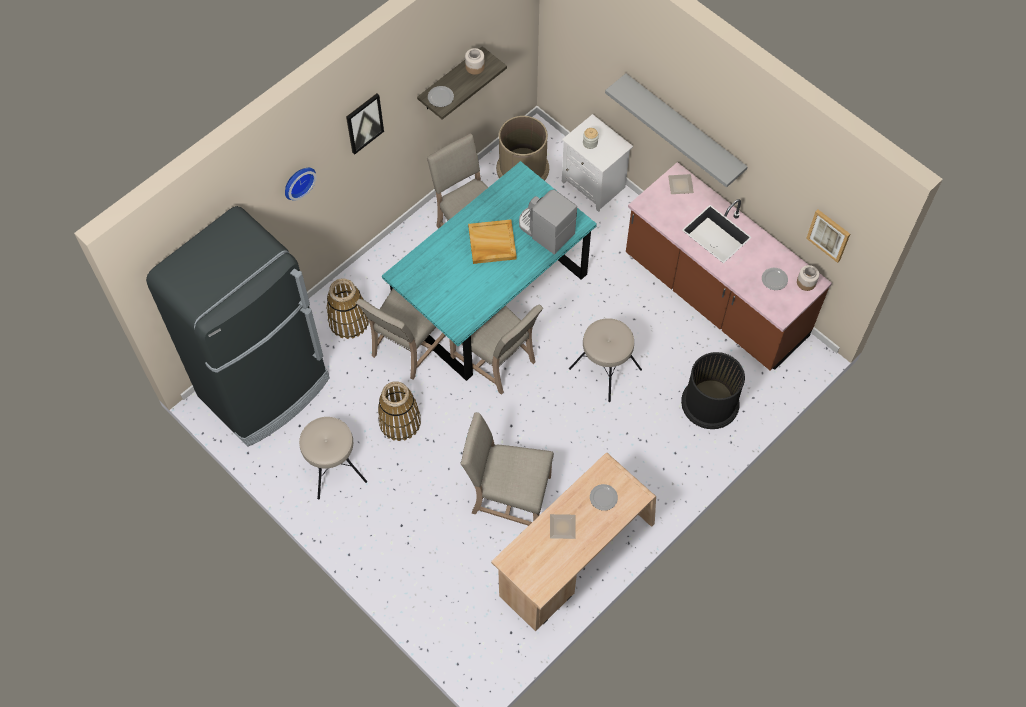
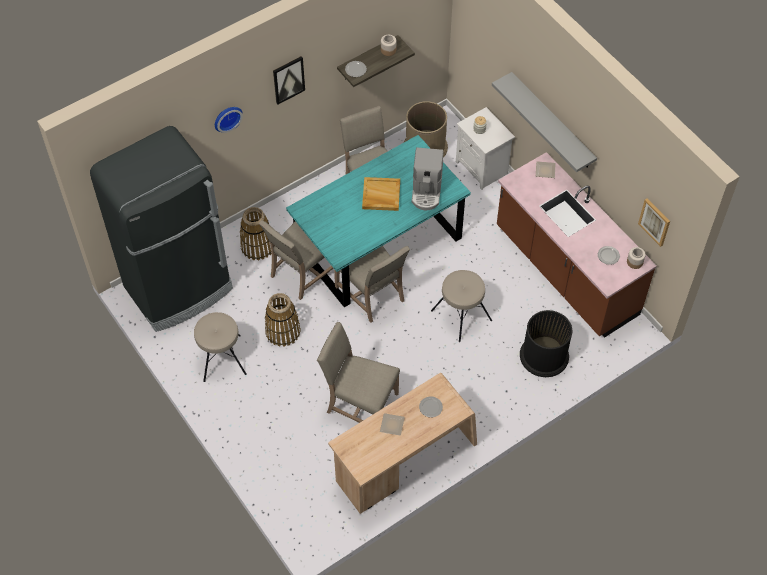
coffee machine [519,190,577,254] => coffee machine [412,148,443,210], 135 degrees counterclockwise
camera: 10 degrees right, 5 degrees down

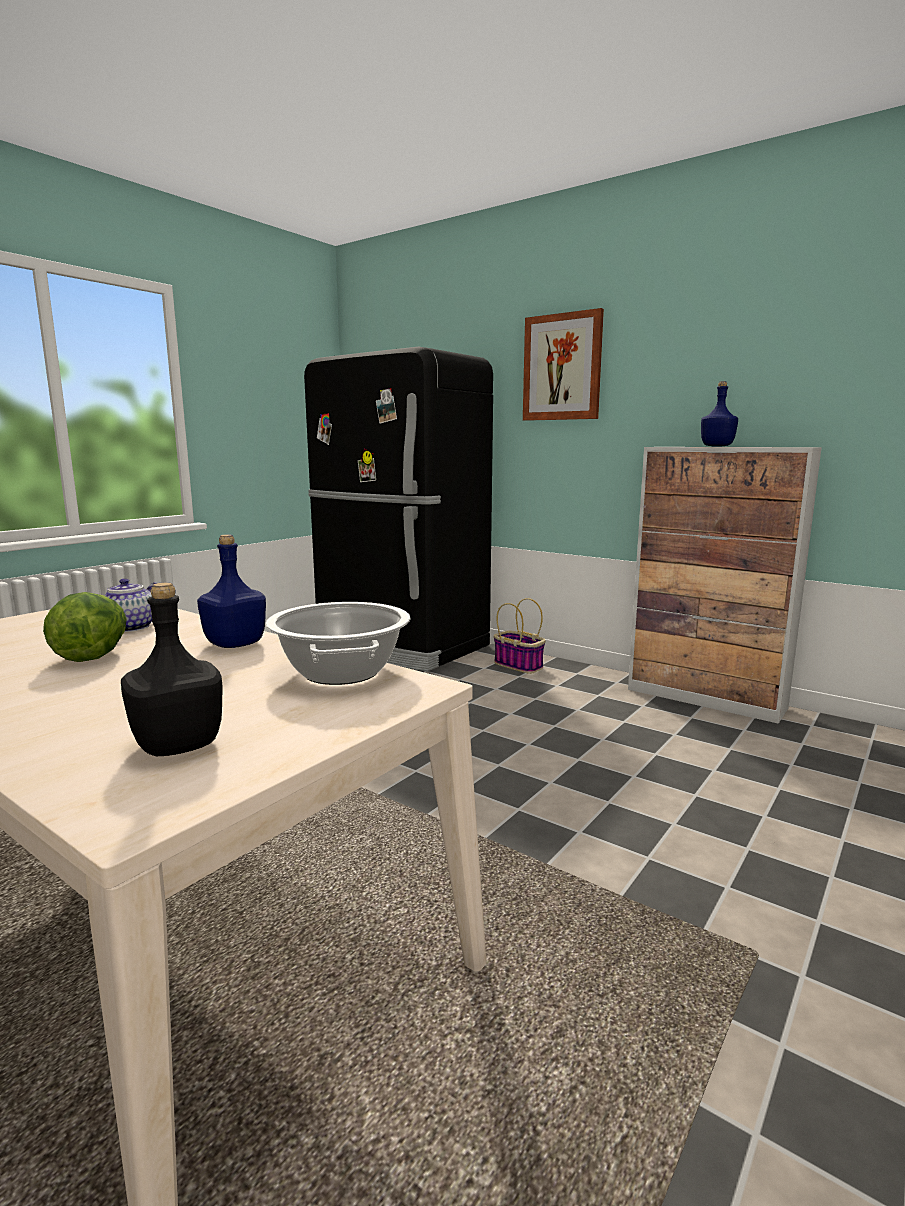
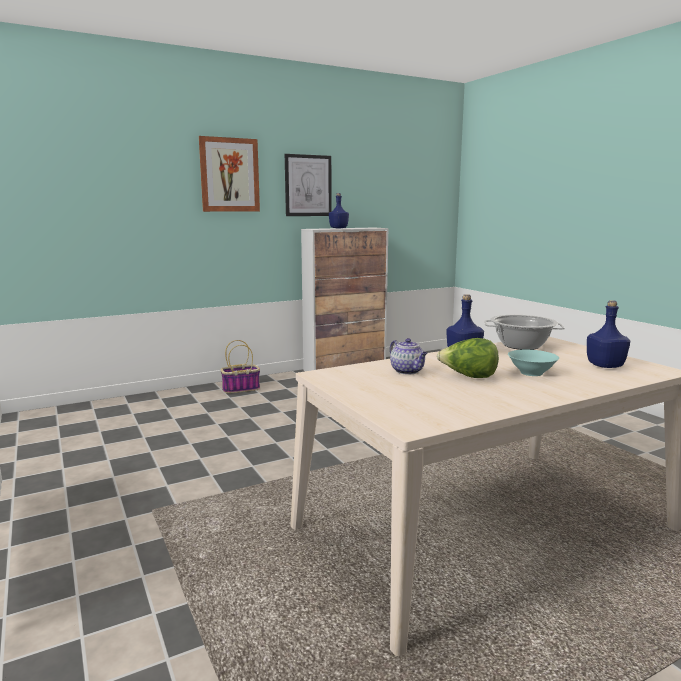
beverage bottle (black) [121,582,223,756] => beverage bottle (blue) [587,300,630,368]
kitchen fridge (black) [304,347,493,671] => nothing
nothing => picture [285,154,332,216]
nothing => deep dish (turquoise-coloured) [508,350,559,376]
camera: 65 degrees left, 0 degrees up

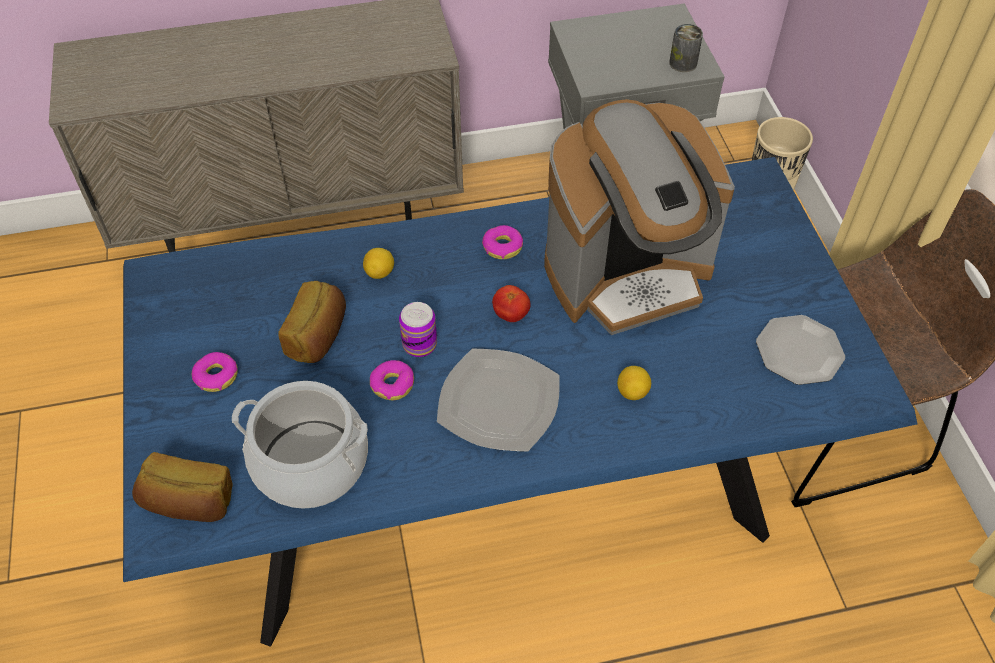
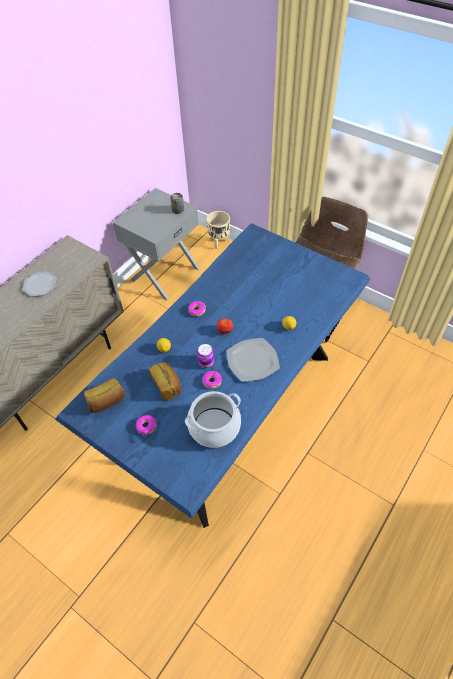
bakery bread [132,452,233,522] => bakery bread [84,378,125,413], shifted
coffee machine [544,99,735,335] => nothing
plate [756,315,845,385] => plate [23,272,57,297], shifted
camera: 40 degrees left, 0 degrees up

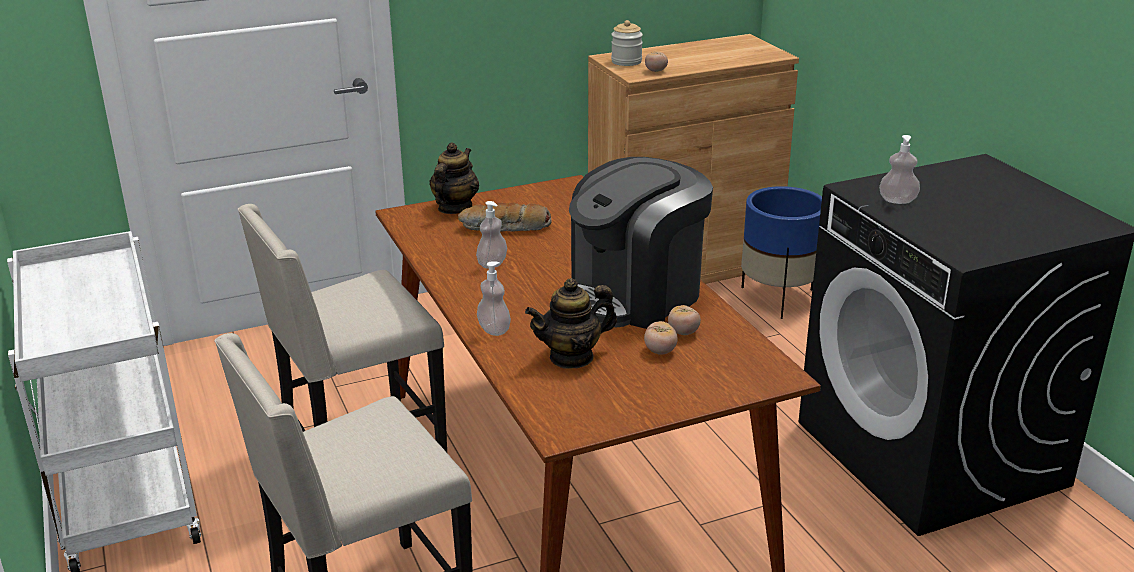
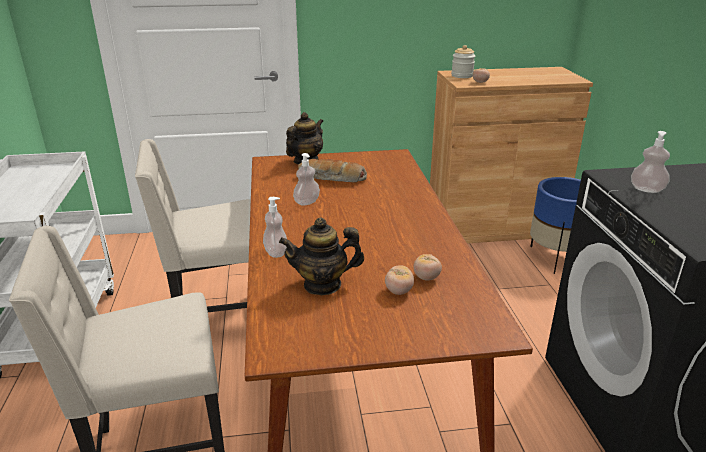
coffee machine [569,157,713,329] => nothing
camera: 15 degrees right, 0 degrees up

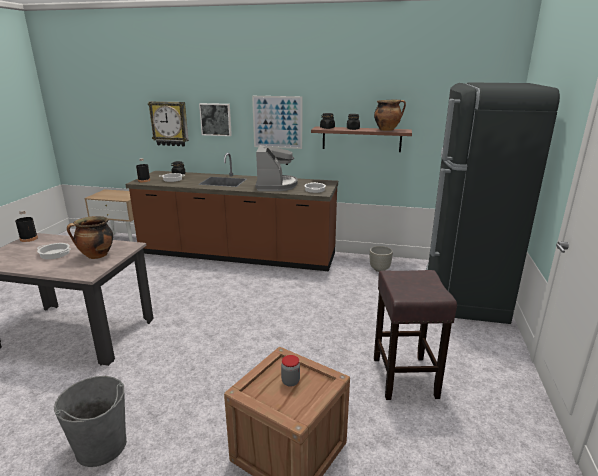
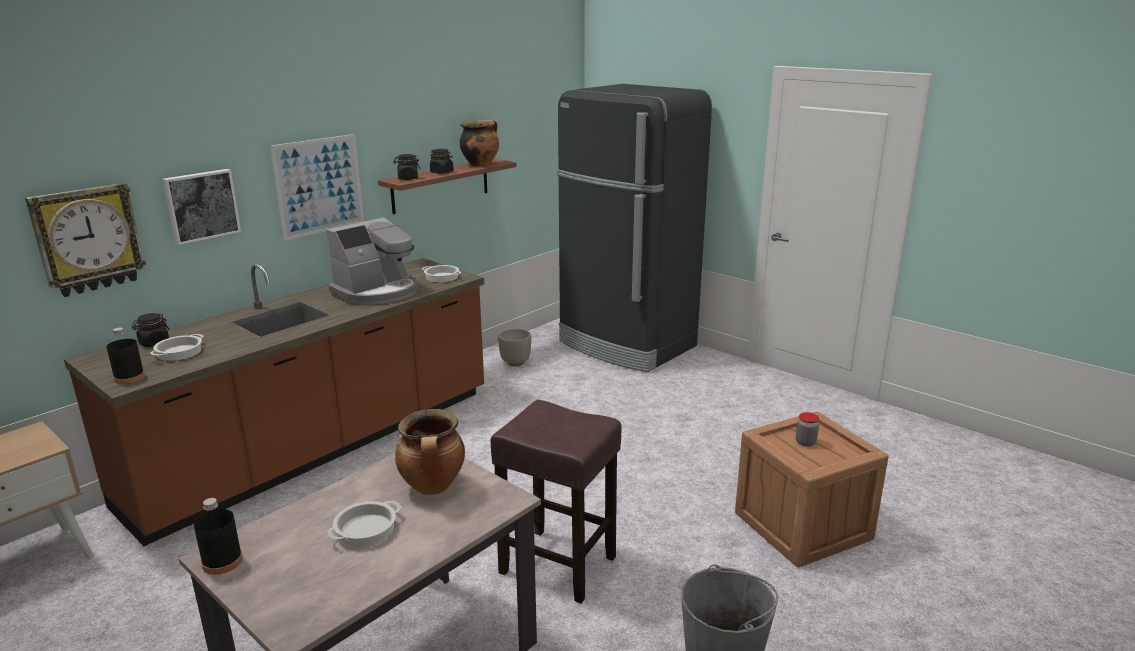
coffee machine [255,145,298,191] => coffee machine [327,217,419,305], 105 degrees clockwise
stool seat (brown) [374,270,457,400] => stool seat (brown) [490,400,622,604], shifted
camera: 60 degrees left, 0 degrees up

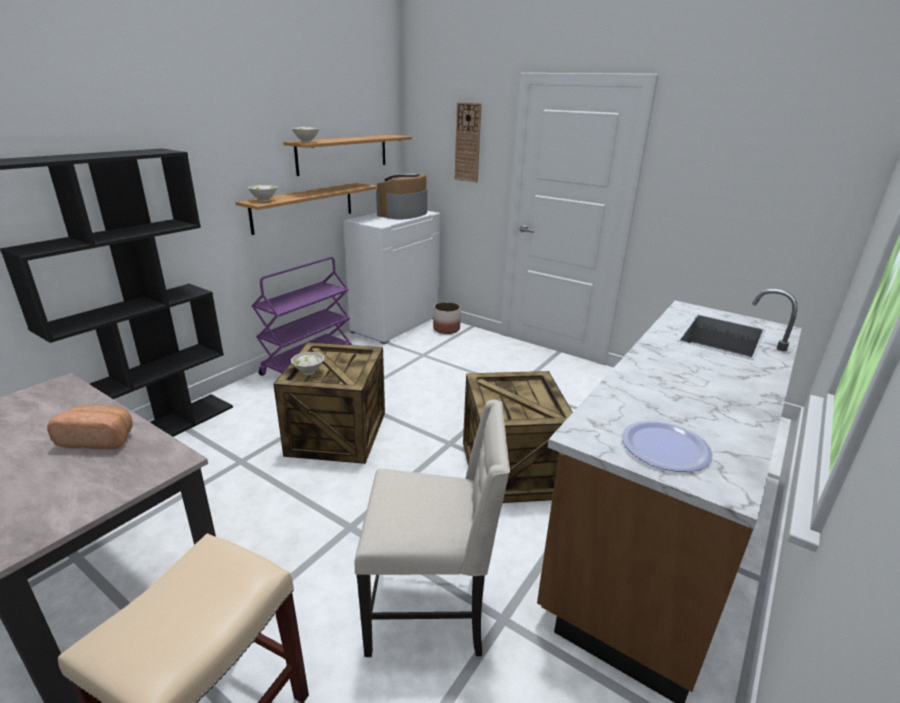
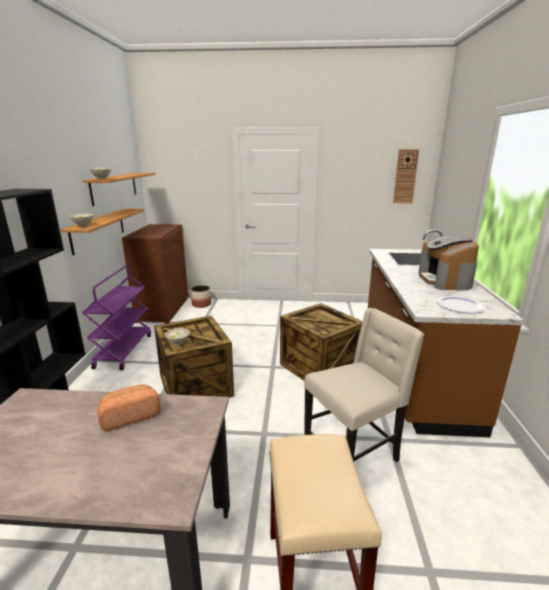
cabinet (whitish) [343,211,440,344] => cabinet (brown) [122,224,188,324]
coffee machine [376,173,427,219] => coffee machine [418,234,479,290], shifted
clock on the wall [455,102,482,182] => clock on the wall [393,149,419,203], shifted
camera: 30 degrees left, 5 degrees down

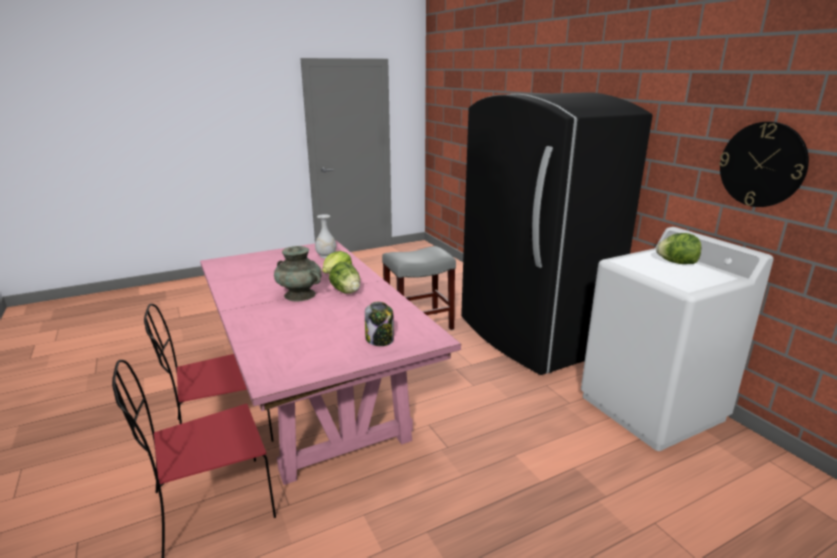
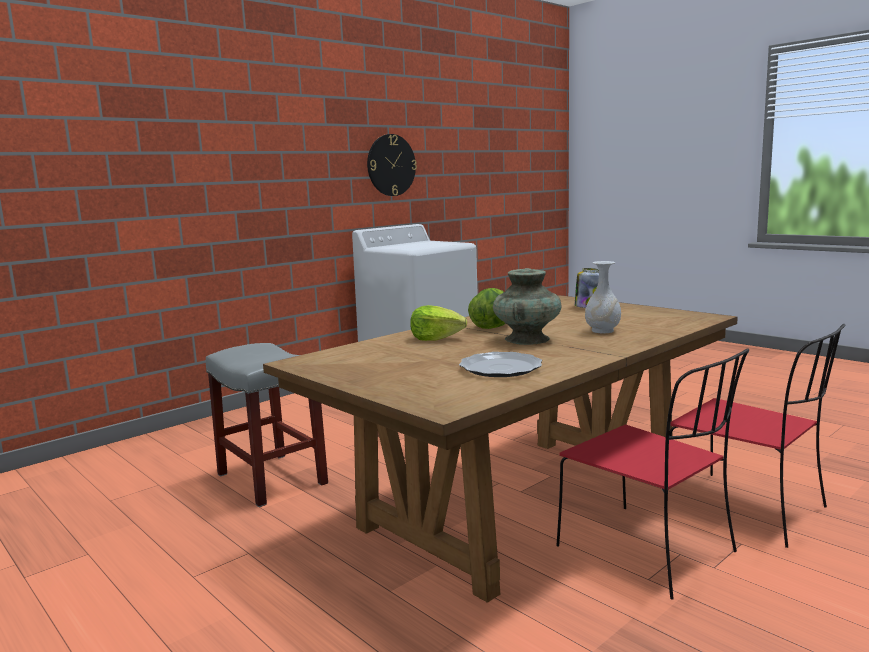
dinner table (pink) [200,240,461,485] => dinner table (brown) [263,295,738,603]
decorative vase (whitish) [315,214,336,258] => decorative vase (whitish) [585,261,621,334], shifted
kitchen fridge (black) [461,92,653,375] => nothing
lettuce head [656,233,701,264] => nothing
nothing => plate [459,352,542,377]
camera: 105 degrees left, 10 degrees down

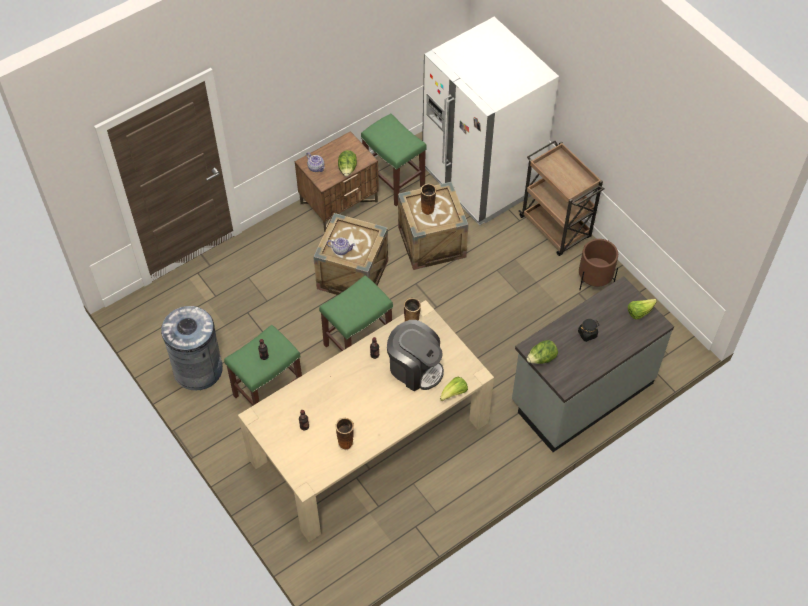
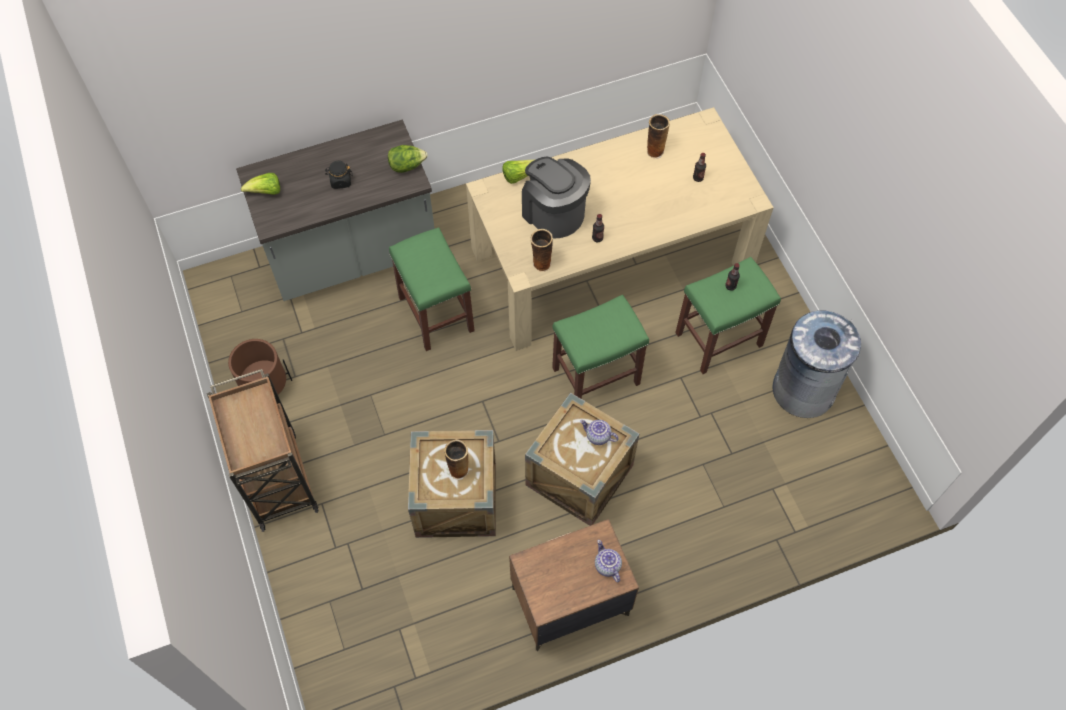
lettuce head [338,150,357,177] => nothing
stool seat (green) [361,113,427,206] => stool seat (green) [389,227,475,351], shifted
kitchen fridge (whitish) [422,17,559,226] => nothing
camera: 165 degrees left, 5 degrees up

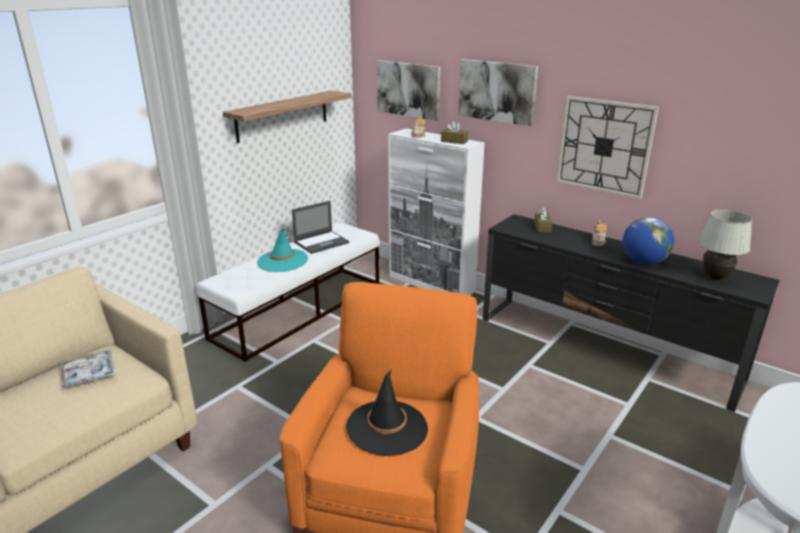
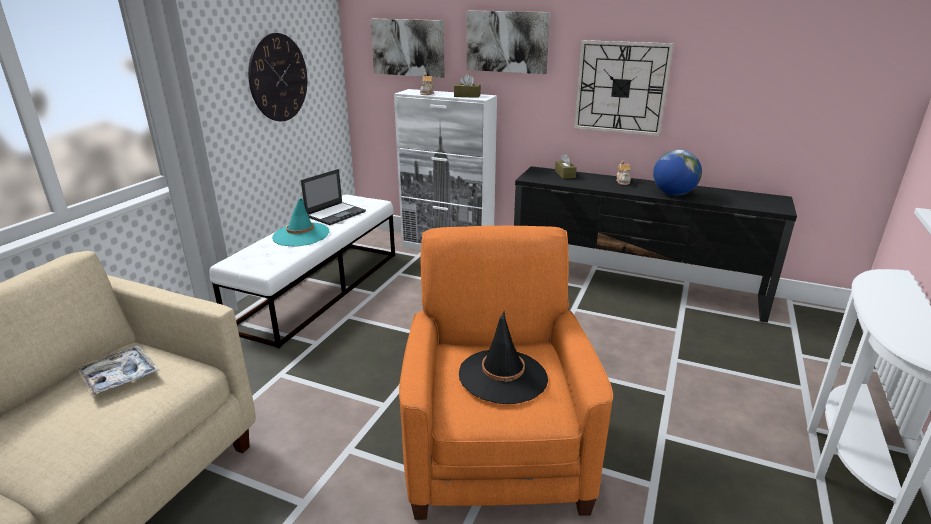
shelf [223,90,352,143] => clock on the wall [248,33,307,121]
table lamp (whitish) [698,209,752,280] => nothing
camera: 15 degrees left, 0 degrees up

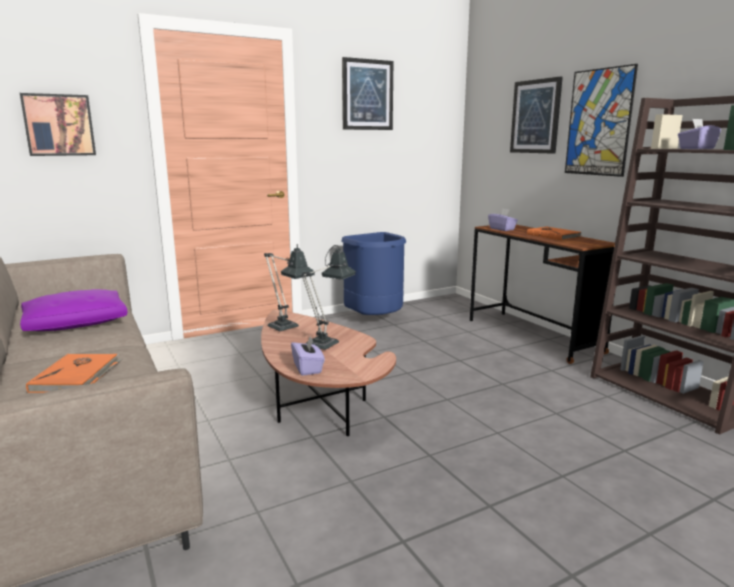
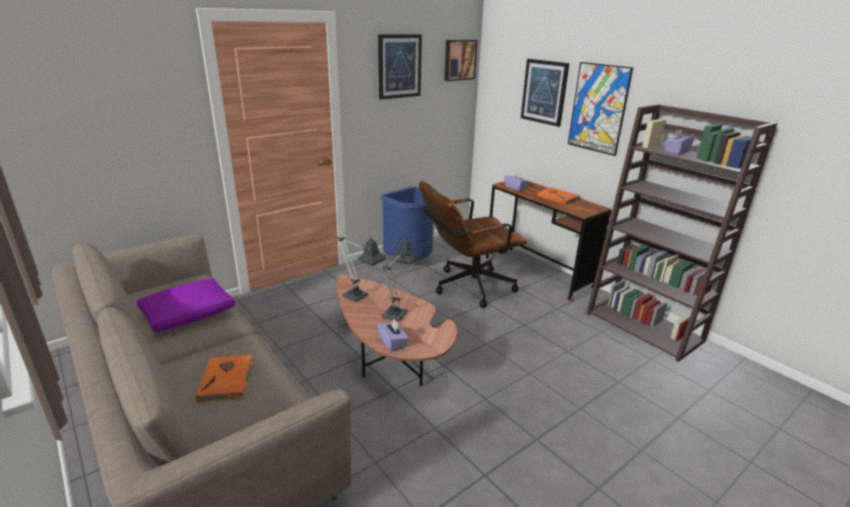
picture [20,93,96,156] => picture [444,40,478,81], shifted
nothing => computer chair (brown) [419,181,527,308]
camera: 10 degrees left, 10 degrees up

